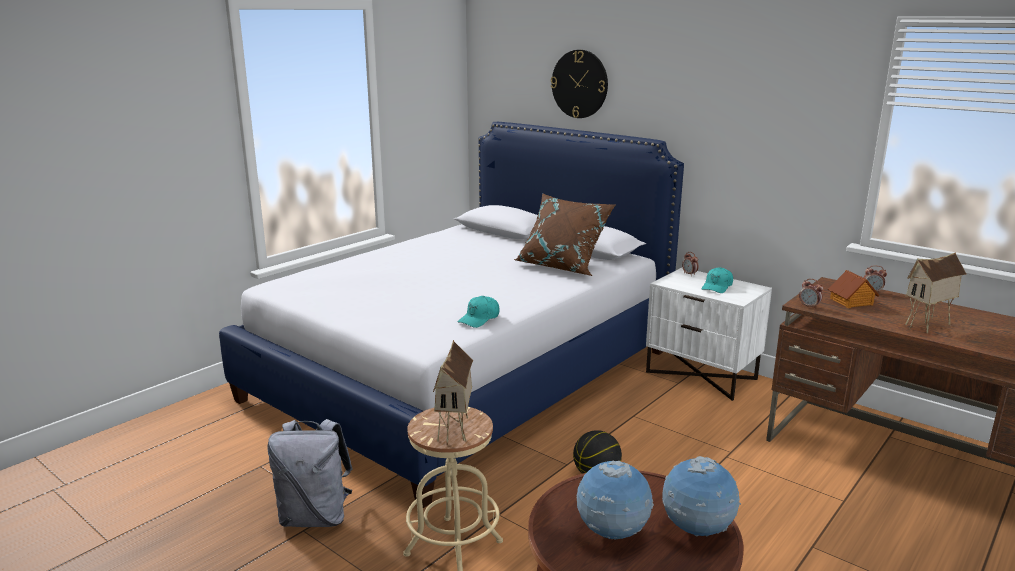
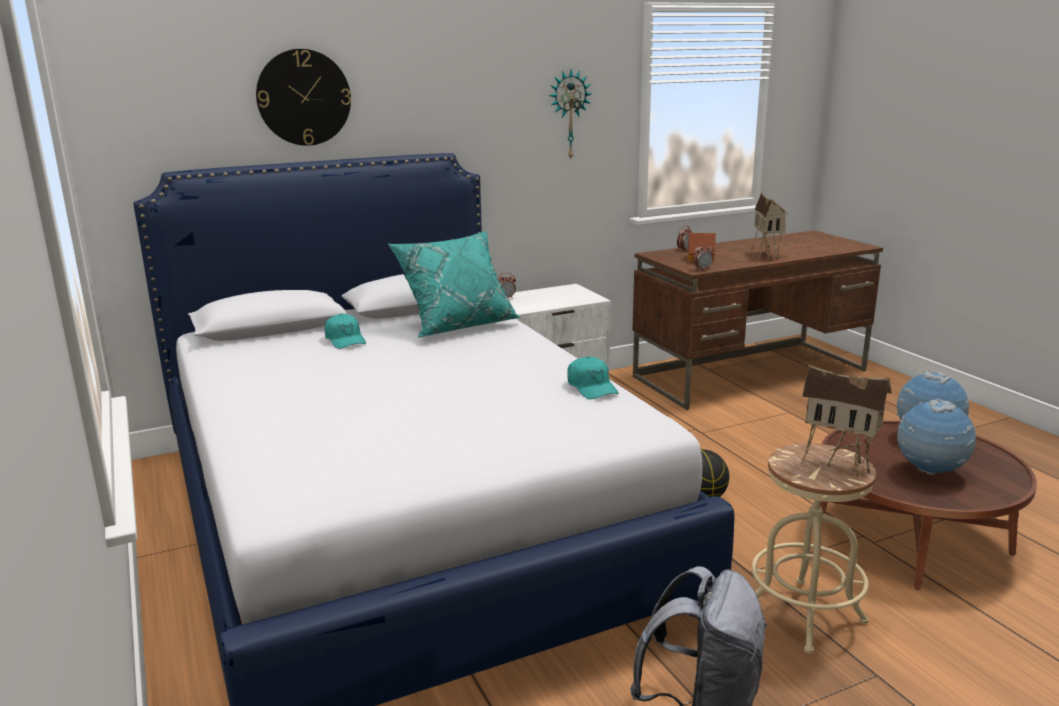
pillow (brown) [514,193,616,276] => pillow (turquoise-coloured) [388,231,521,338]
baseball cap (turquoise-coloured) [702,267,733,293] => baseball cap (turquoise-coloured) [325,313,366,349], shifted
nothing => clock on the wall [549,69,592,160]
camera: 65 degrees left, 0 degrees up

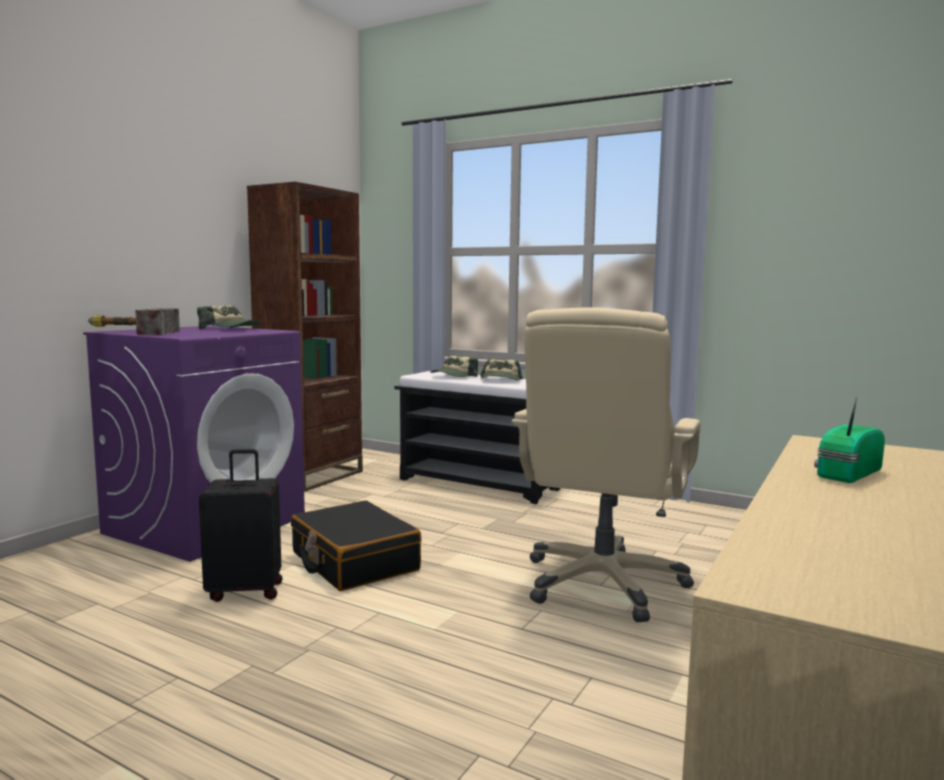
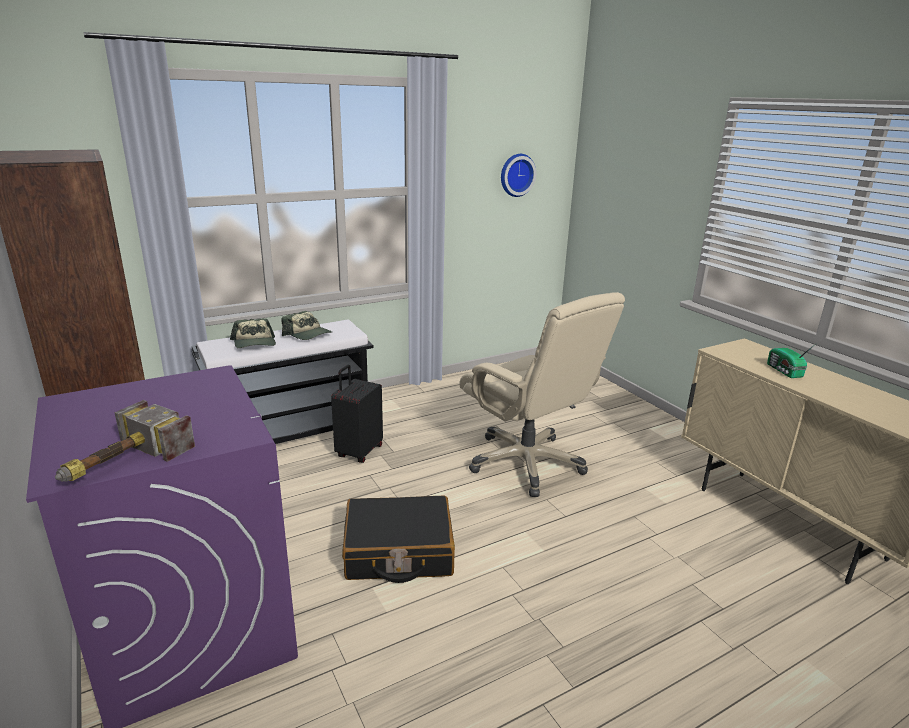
baseball cap [197,305,262,329] => nothing
travel case (black) [199,449,283,602] => travel case (black) [331,365,383,463], shifted
nothing => clock on the wall [501,154,536,197]
camera: 60 degrees left, 15 degrees up

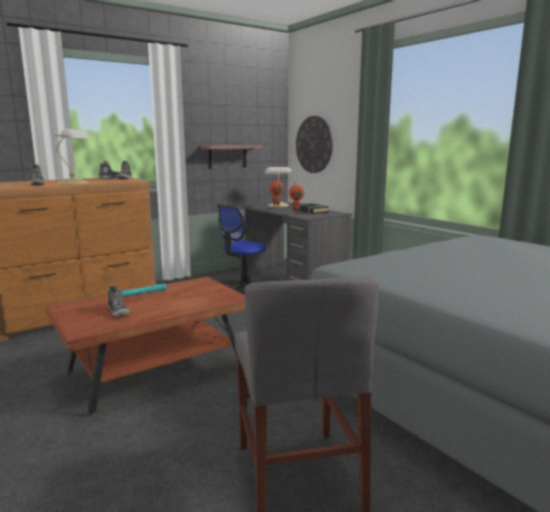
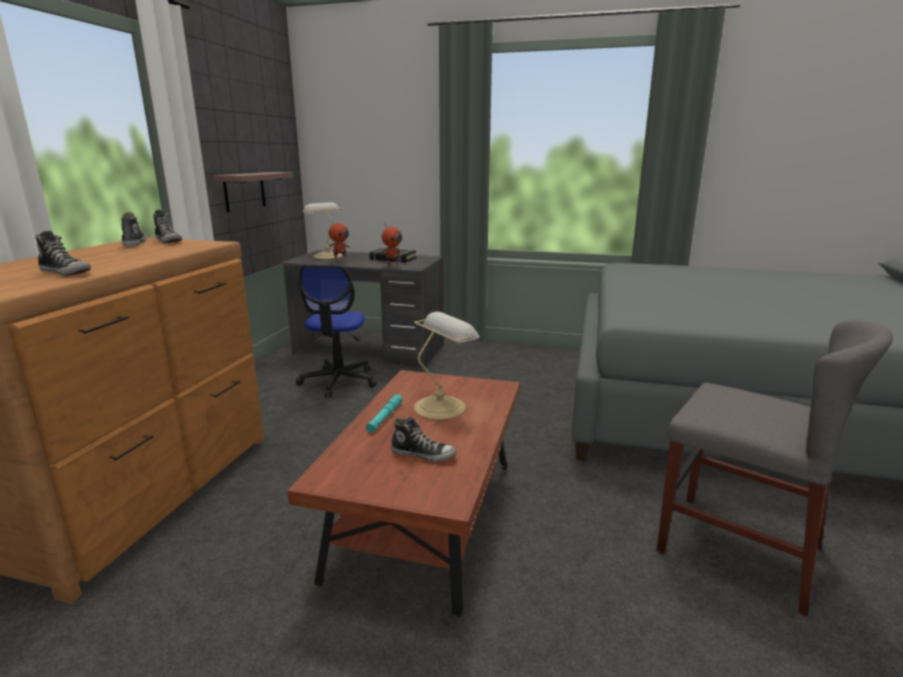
table lamp [54,129,90,184] => table lamp [414,312,480,420], shifted
clock on the wall [296,116,333,173] => nothing
camera: 40 degrees left, 5 degrees up

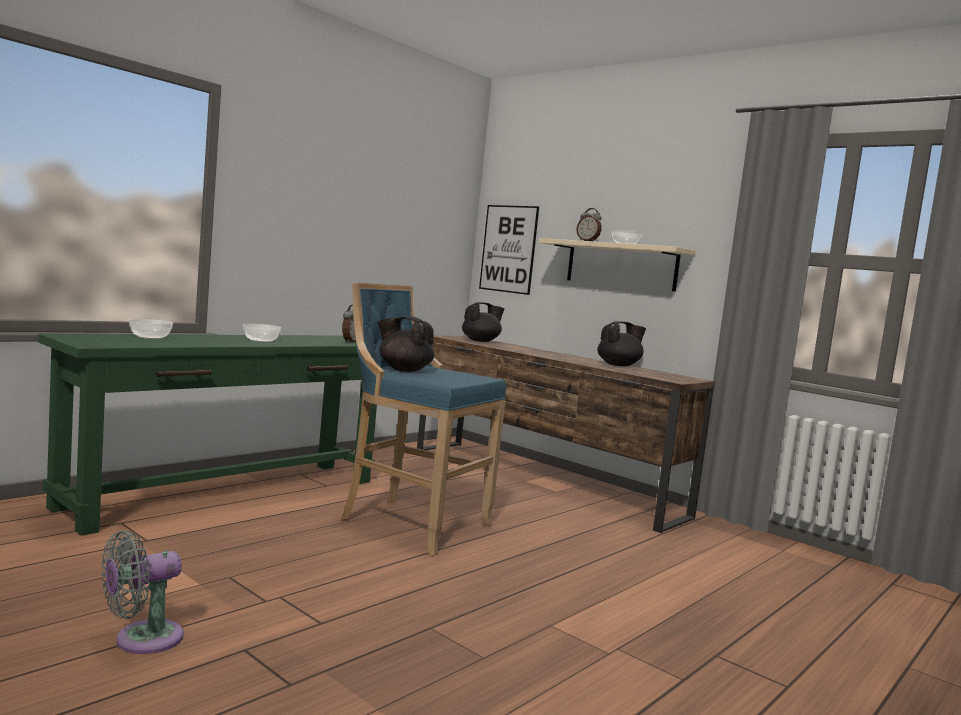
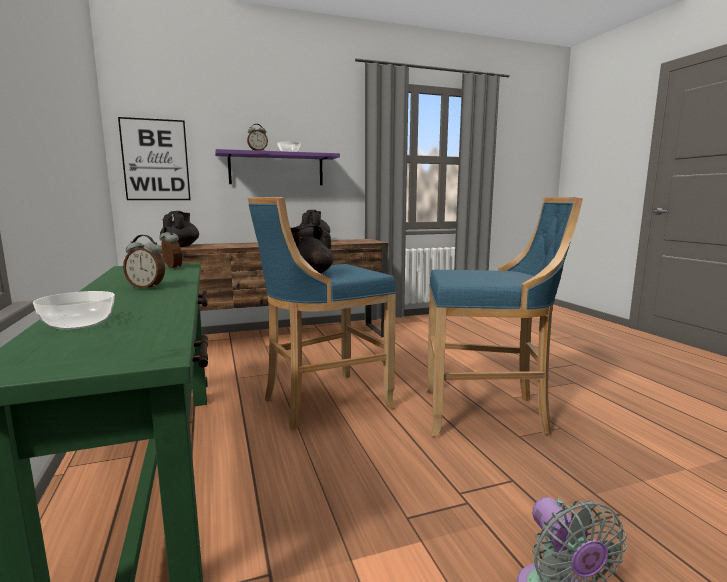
deep dish [243,324,281,342] => table clock [123,235,165,289]
shelf (sand-coloured) [539,238,696,292] => shelf (purplish) [215,149,340,185]
nothing => stool seat (blue) [426,197,583,437]
camera: 60 degrees left, 5 degrees up

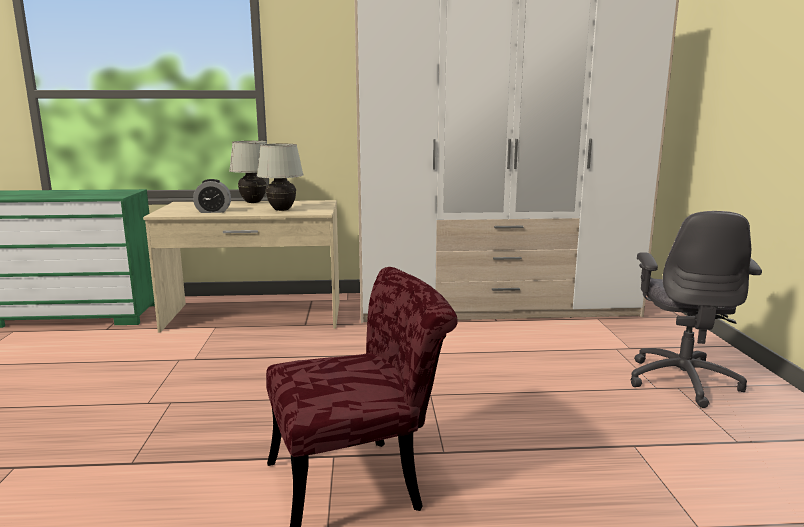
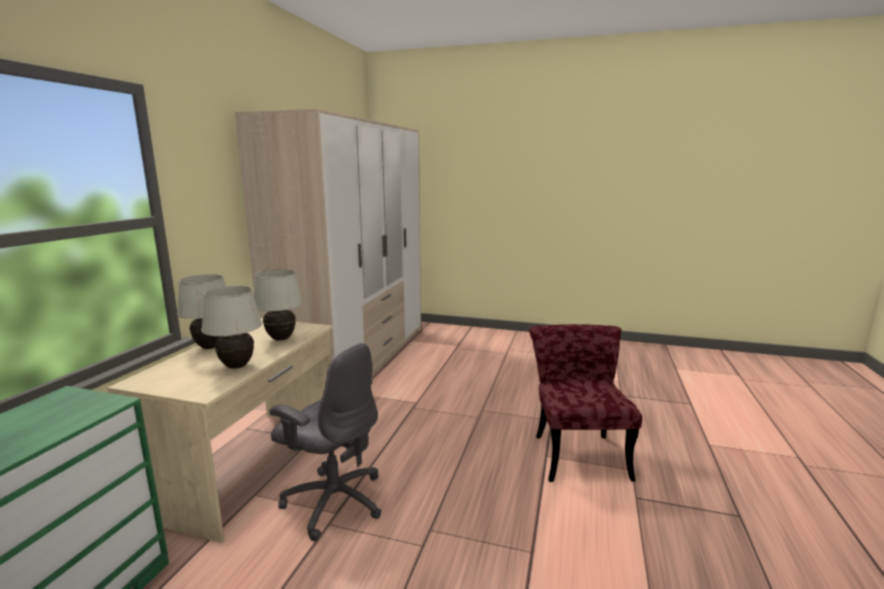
table clock [193,179,231,213] => table lamp (whitish) [201,286,262,369]
computer chair (grey) [631,211,762,408] => computer chair (grey) [270,343,382,541], shifted
camera: 70 degrees left, 0 degrees up

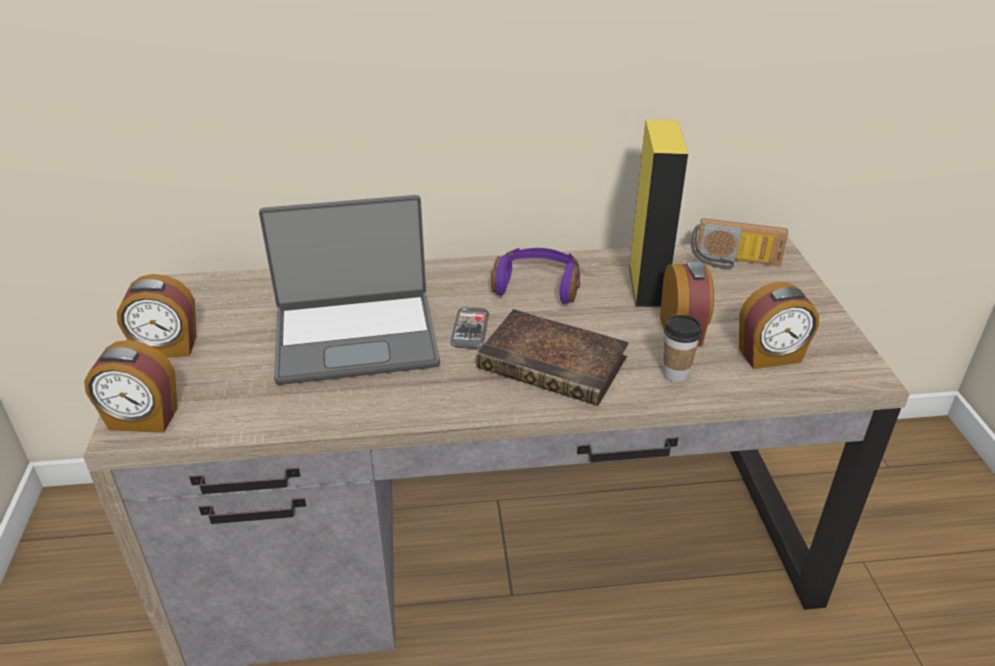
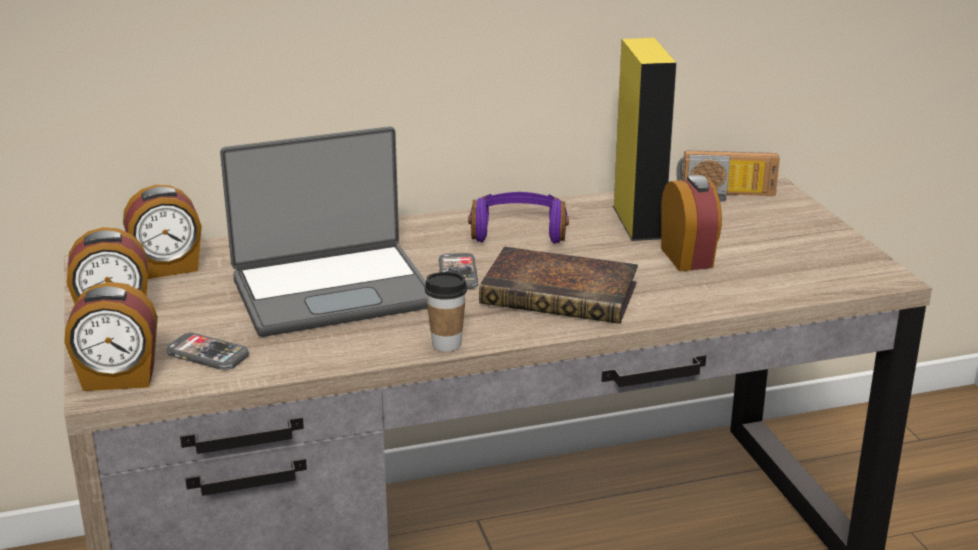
cup [663,315,702,382] => cup [425,272,467,352], shifted
table clock [739,282,819,369] => table clock [123,185,202,279], shifted
nothing => handset [166,333,249,370]
camera: 10 degrees left, 10 degrees down

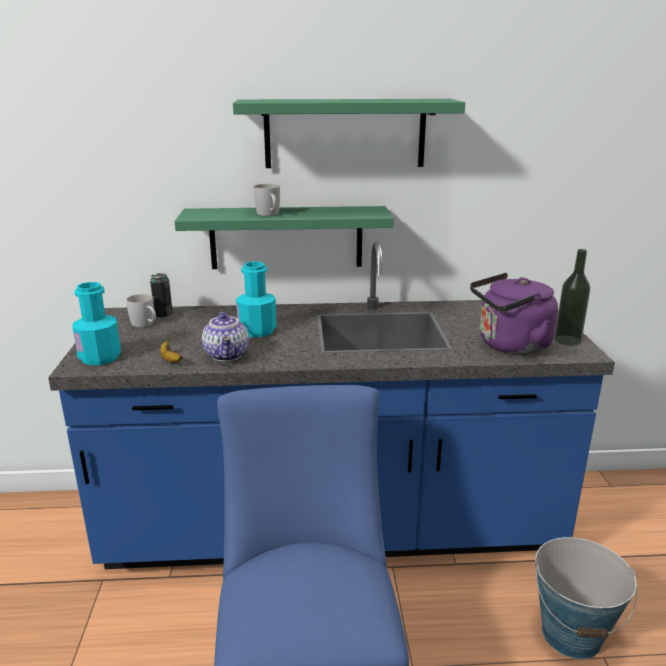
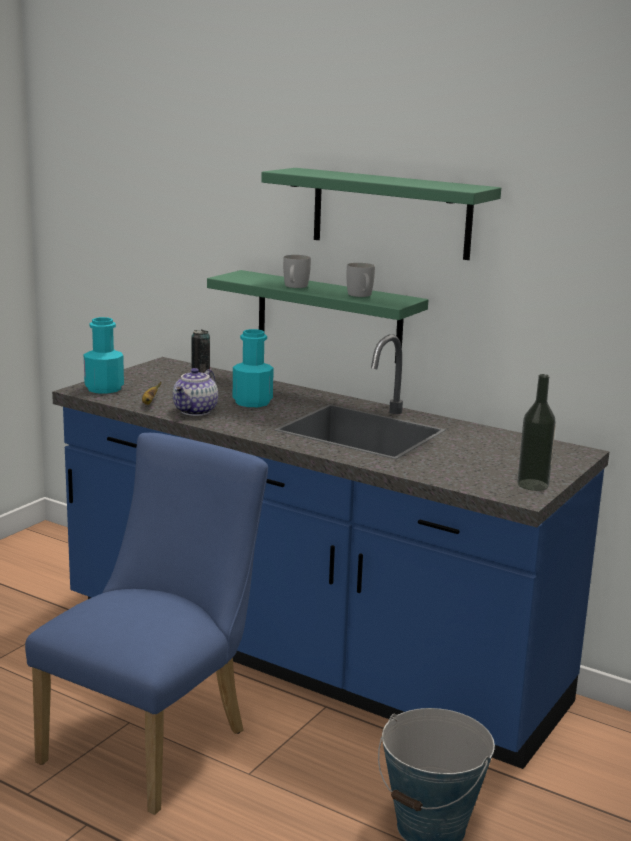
mug (whitish) [126,294,156,327] => mug (whitish) [347,263,375,297], shifted
water kettle (purplish) [470,273,558,355] => nothing
camera: 35 degrees right, 5 degrees down

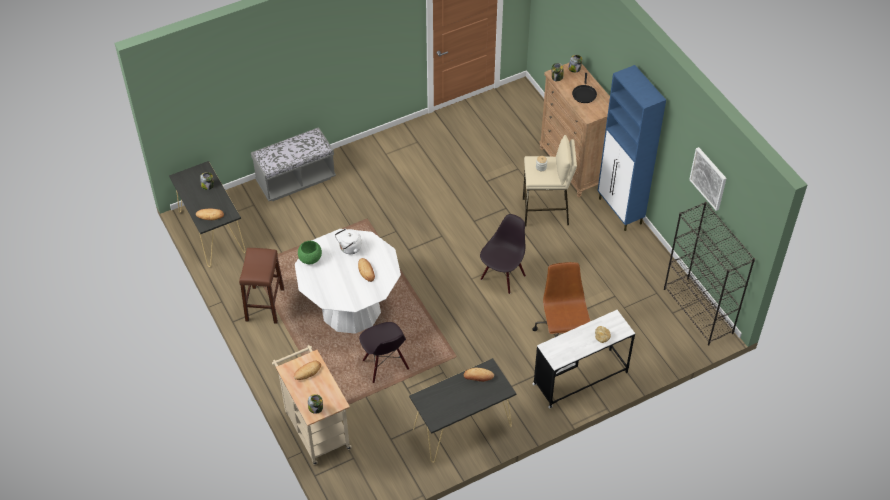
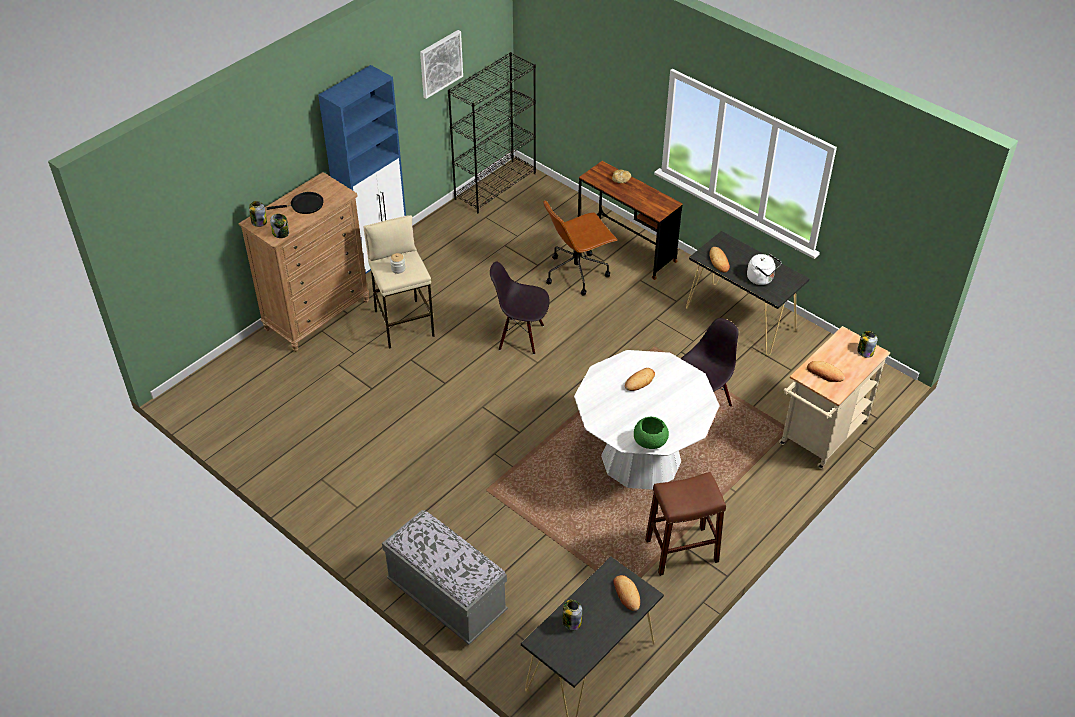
water kettle (whitish) [335,229,362,254] => water kettle (whitish) [747,254,782,285], shifted
desk unit (whitish) [533,310,635,409] => desk unit (brown) [578,161,682,280]
camera: 110 degrees left, 5 degrees down

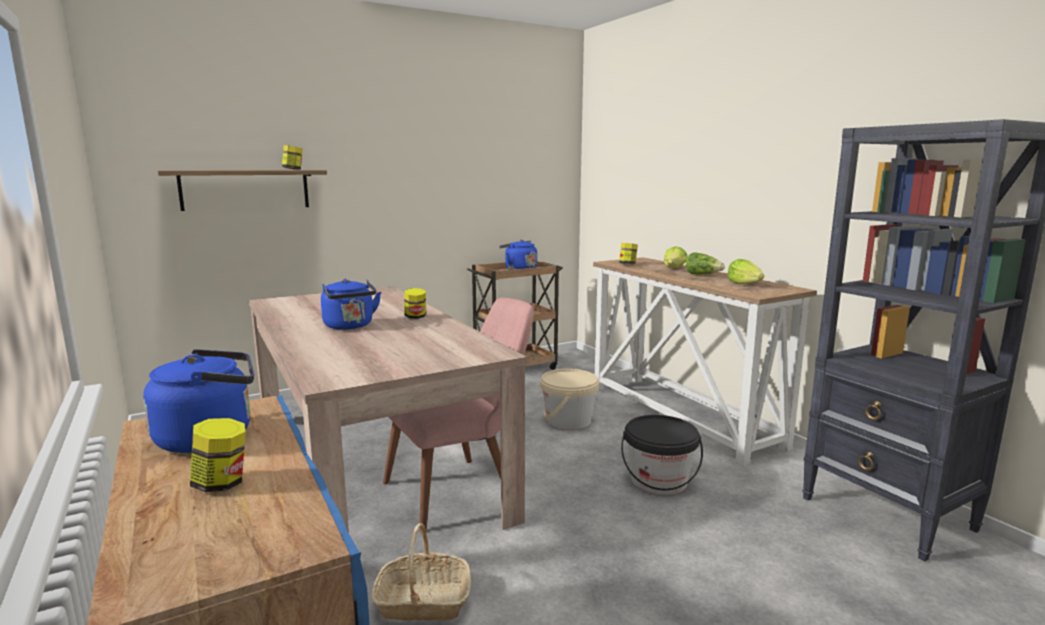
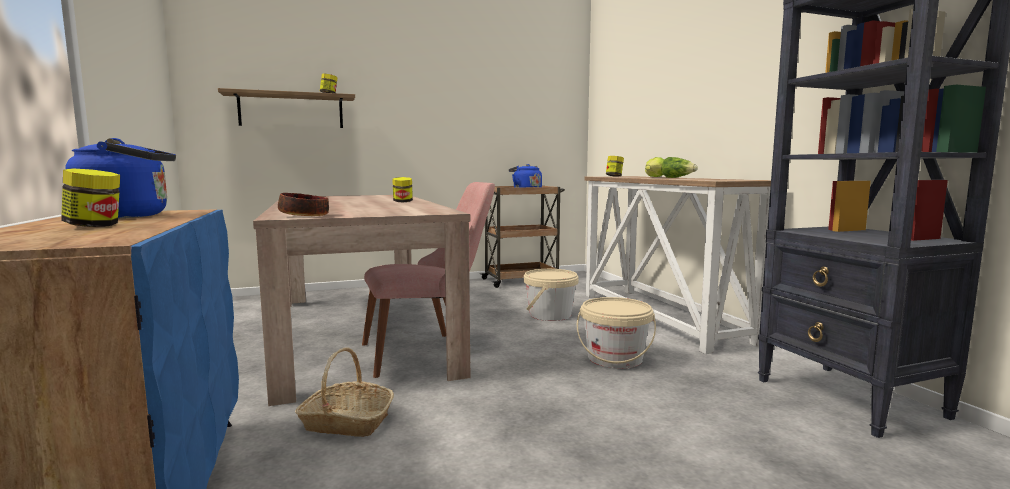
water kettle (blue) [321,279,381,330] => nothing
bucket (black) [621,415,703,495] => bucket (sand-coloured) [577,297,656,369]
lettuce head [728,259,764,284] => nothing
nothing => deep dish [278,193,329,216]
camera: 10 degrees right, 5 degrees down

